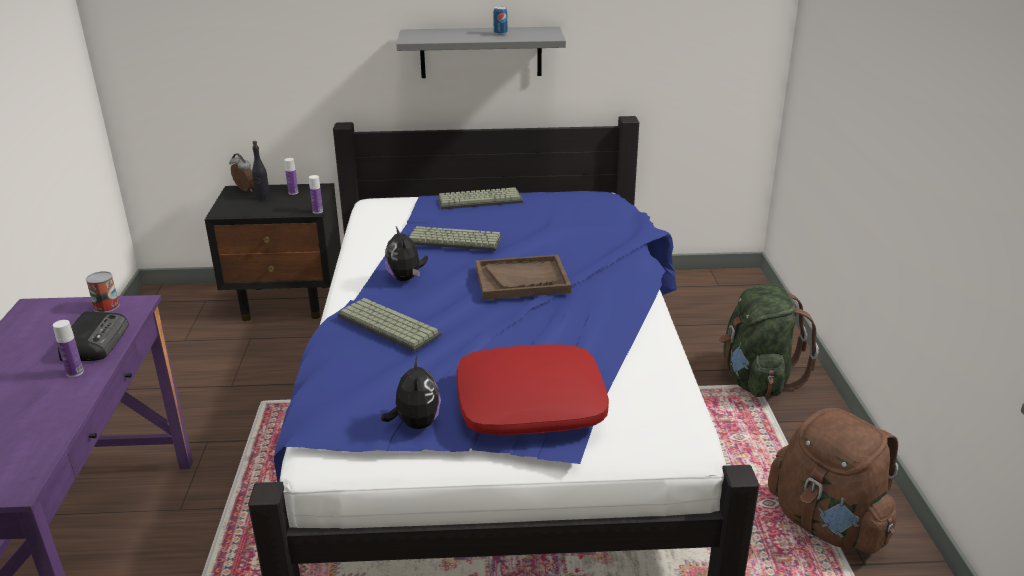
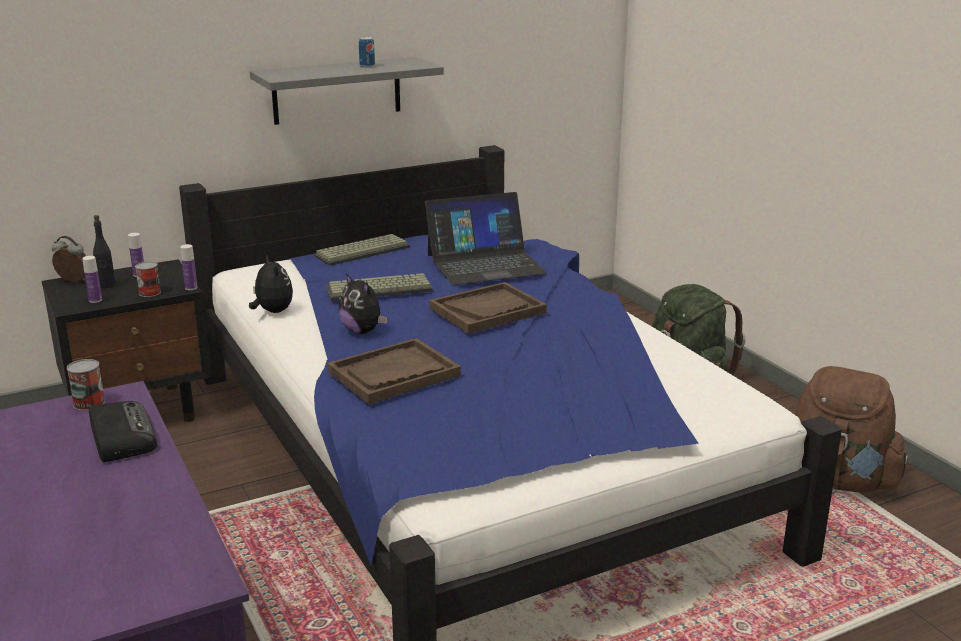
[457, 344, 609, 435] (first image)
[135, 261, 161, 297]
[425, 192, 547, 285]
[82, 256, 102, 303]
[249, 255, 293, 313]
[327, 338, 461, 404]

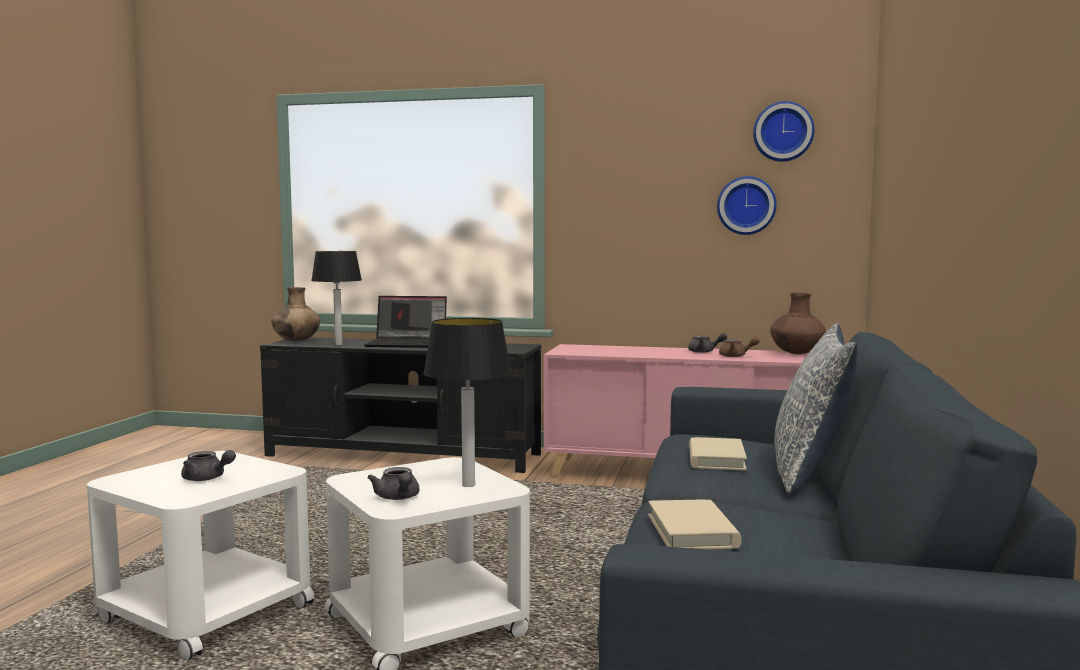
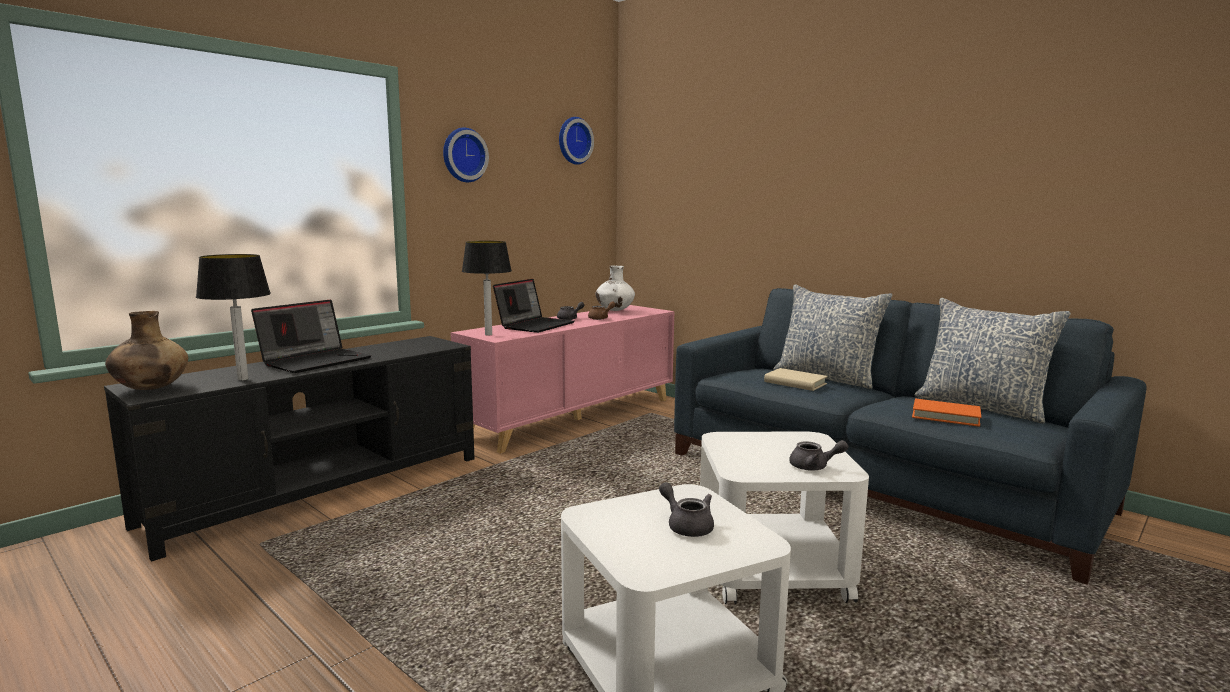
[493, 279, 575, 333]
[914, 298, 1071, 424]
[462, 241, 512, 335]
[443, 128, 489, 182]
[912, 399, 981, 427]
[595, 266, 635, 311]
[659, 482, 714, 537]

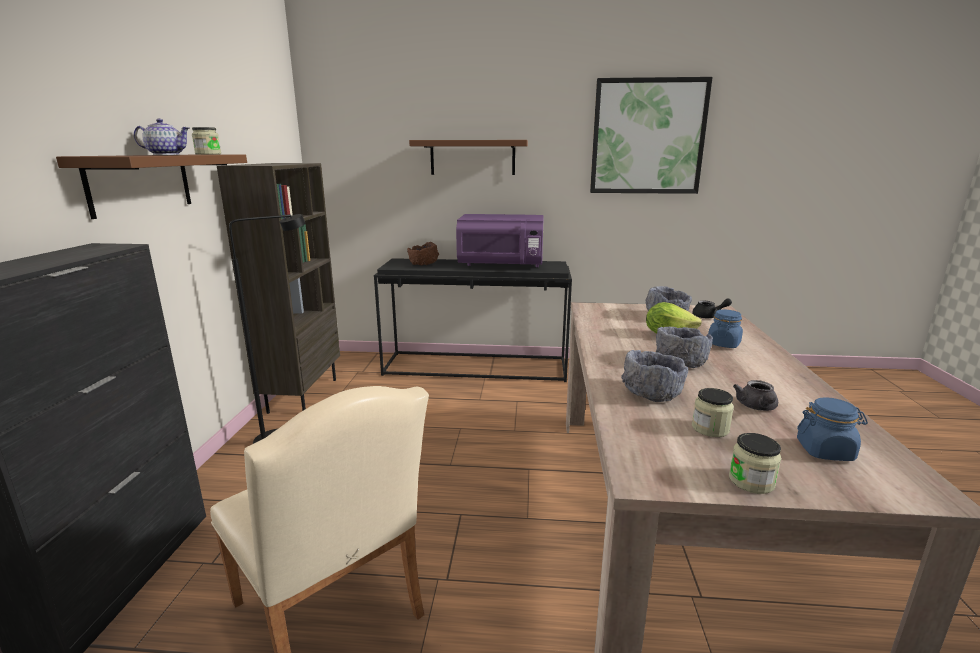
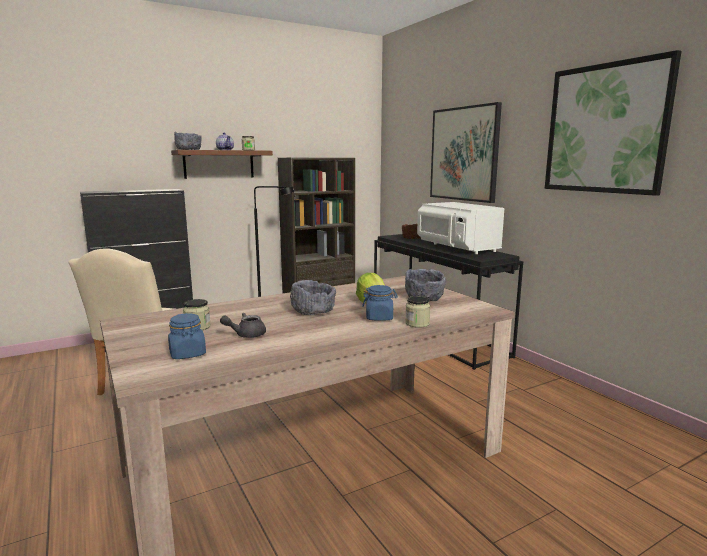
[692, 298, 732, 318] (first image)
[174, 131, 202, 150]
[405, 296, 431, 328]
[430, 102, 502, 203]
[417, 202, 504, 254]

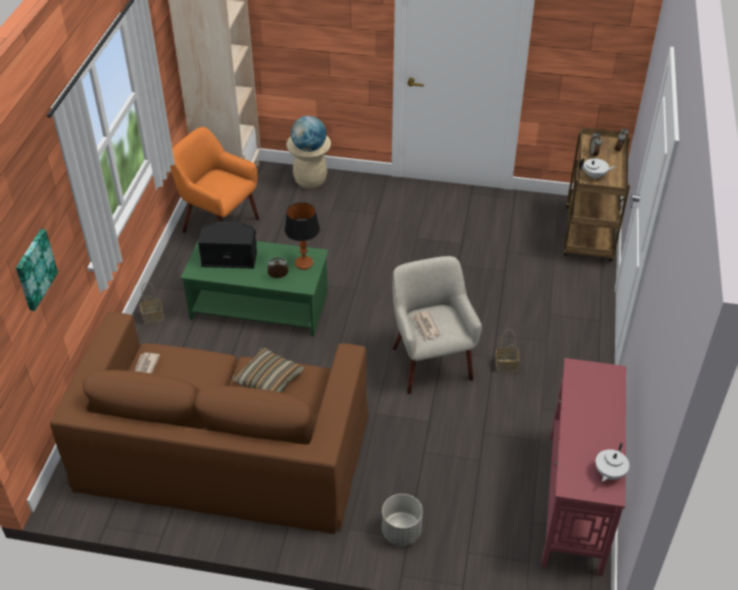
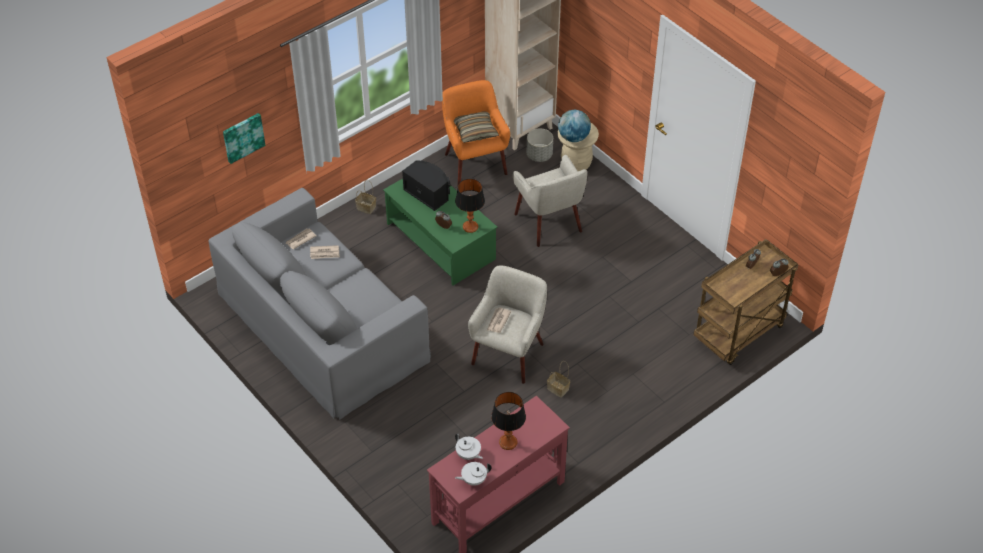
[310, 245, 340, 259]
[491, 392, 526, 450]
[513, 155, 587, 247]
[454, 111, 499, 143]
[527, 128, 553, 162]
[455, 434, 483, 460]
[208, 188, 431, 420]

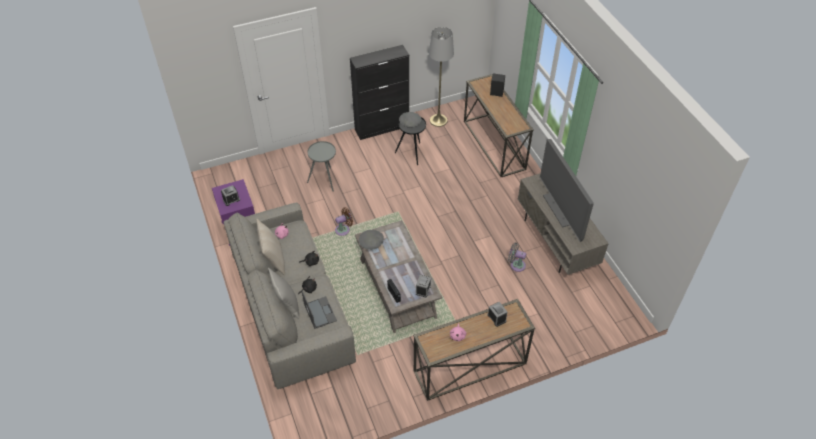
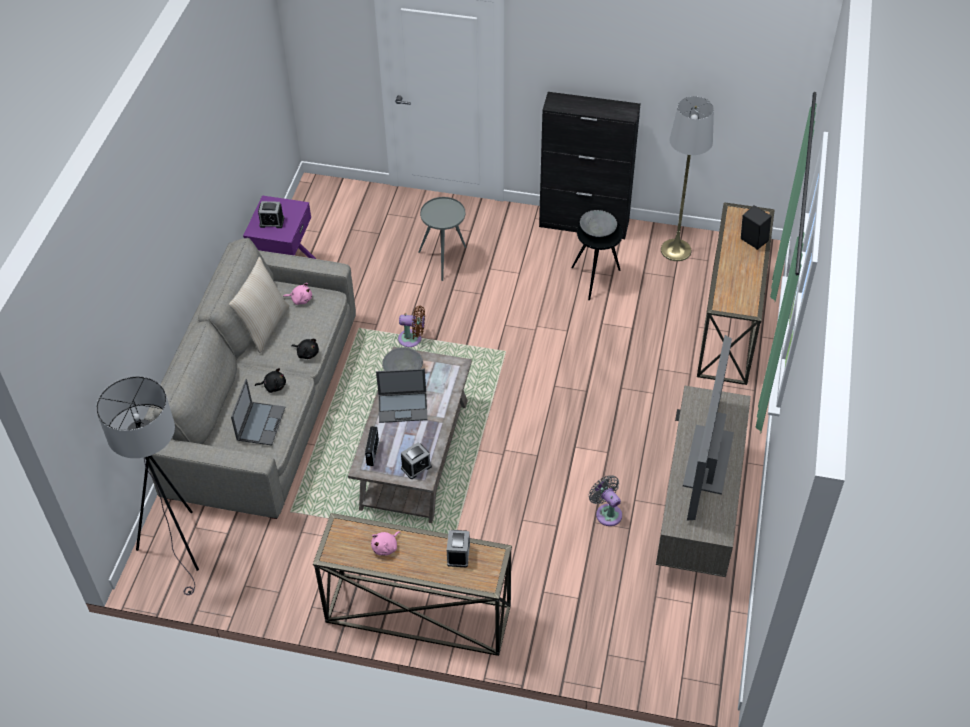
[268, 268, 299, 318] (first image)
[96, 376, 199, 595]
[376, 369, 428, 423]

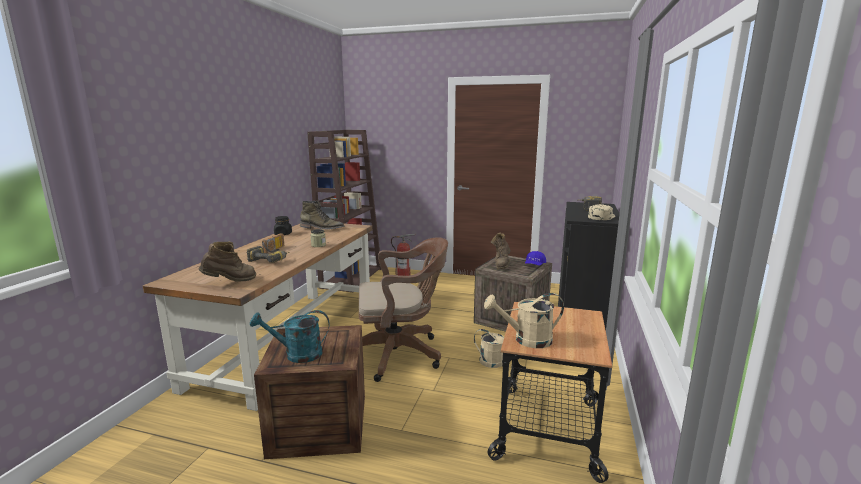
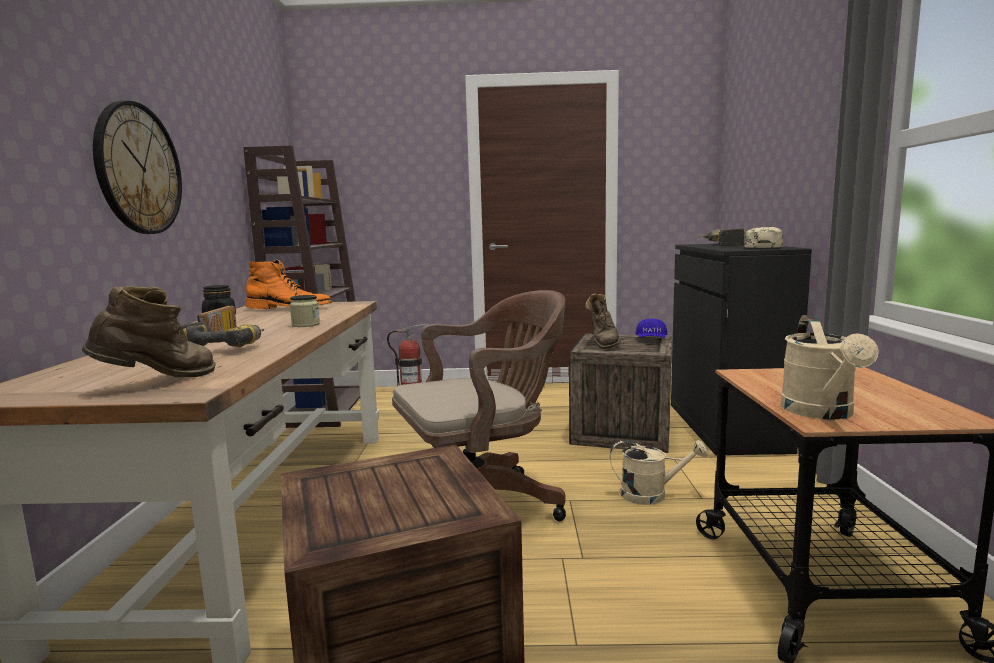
[250, 310, 330, 363] (first image)
[93, 101, 182, 234]
[246, 260, 332, 310]
[780, 315, 879, 419]

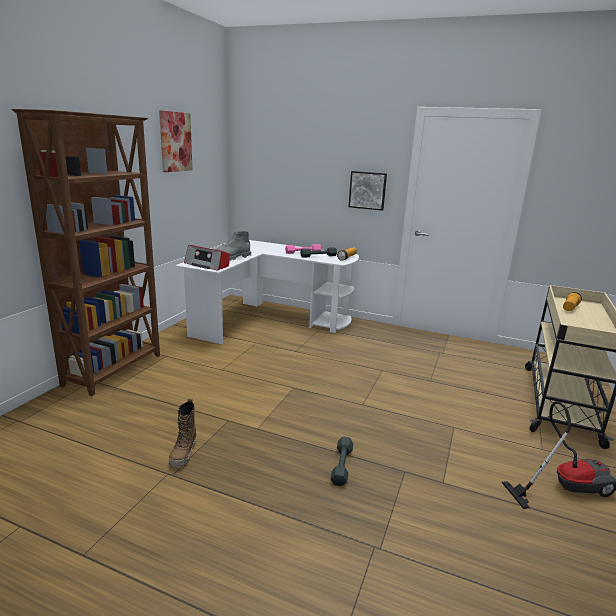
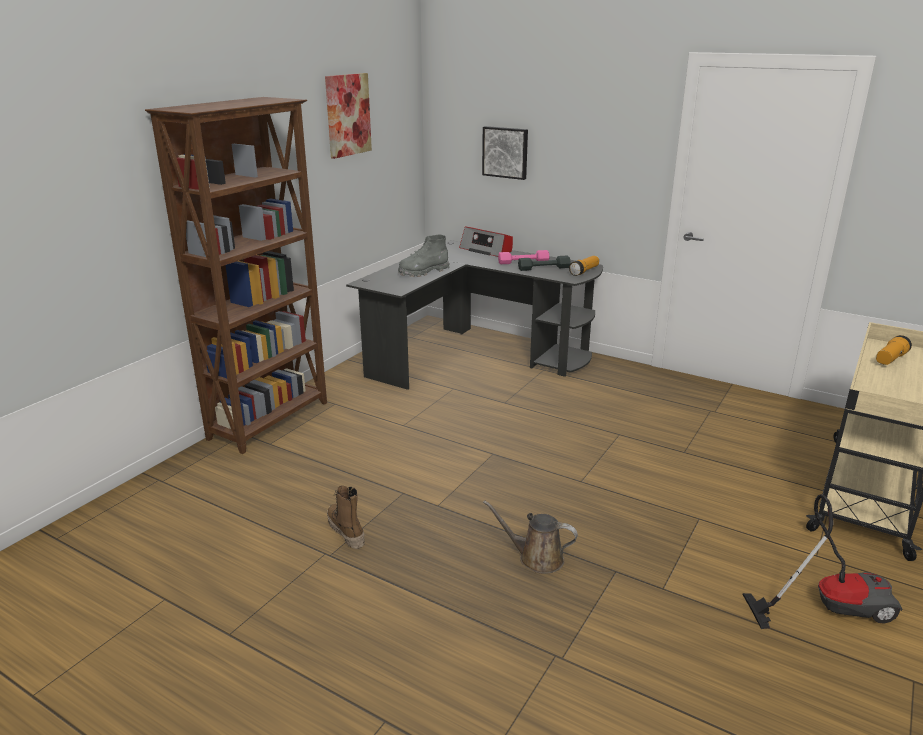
[459, 227, 513, 257]
[482, 126, 528, 180]
[483, 500, 578, 574]
[346, 240, 603, 390]
[327, 486, 365, 549]

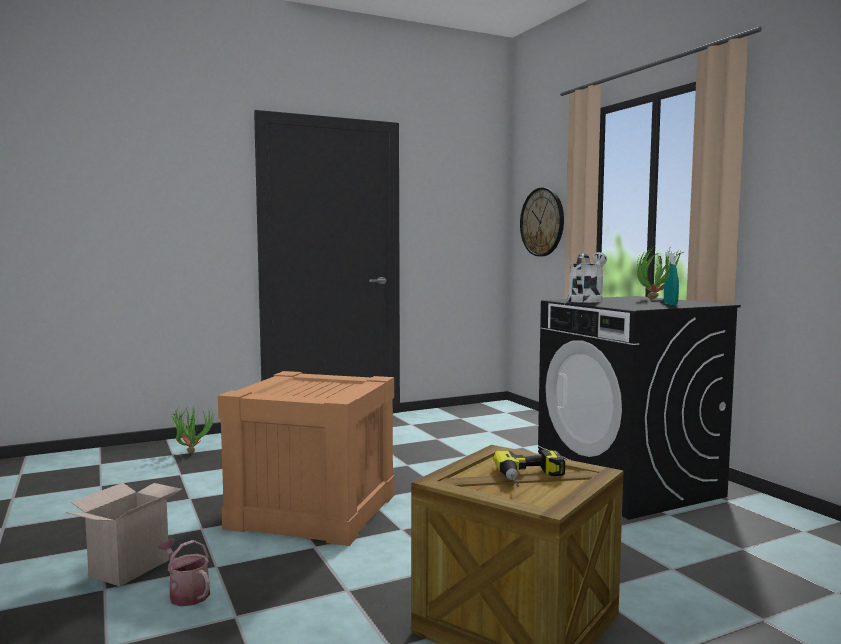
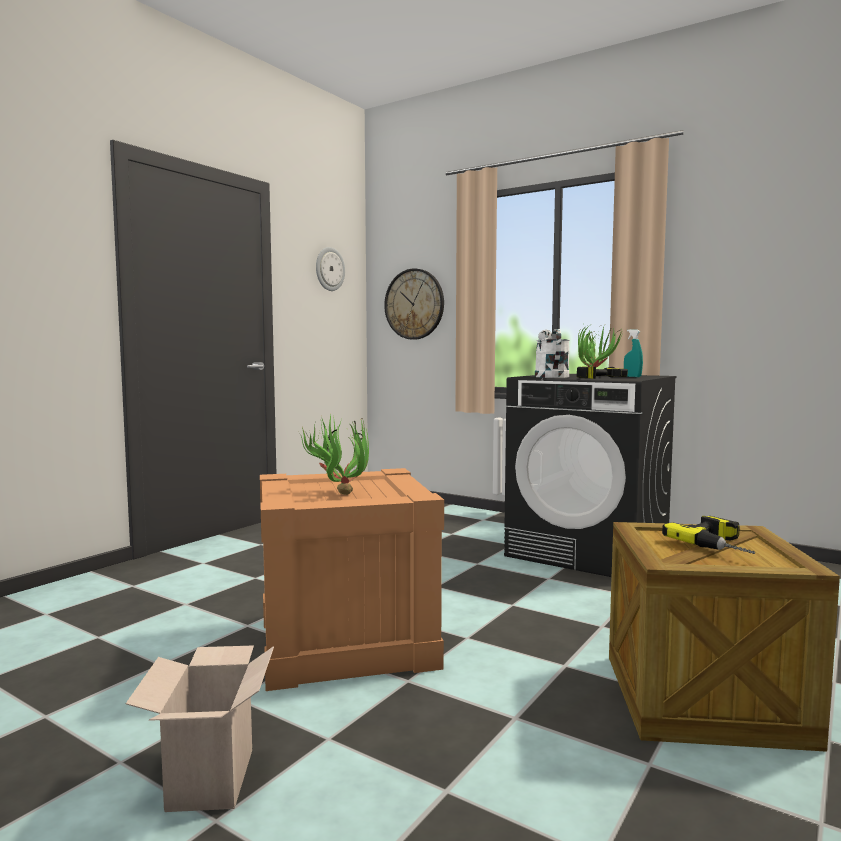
[158, 539, 210, 606] (first image)
[316, 247, 345, 291]
[577, 366, 628, 379]
[300, 413, 369, 495]

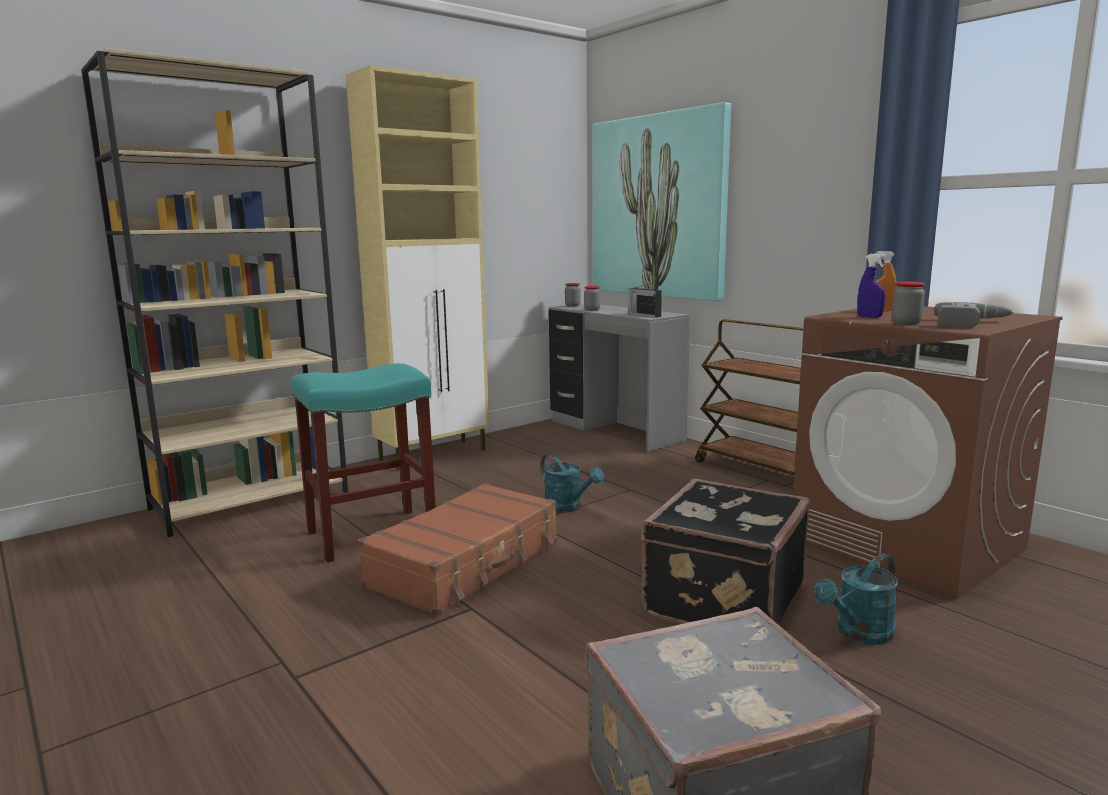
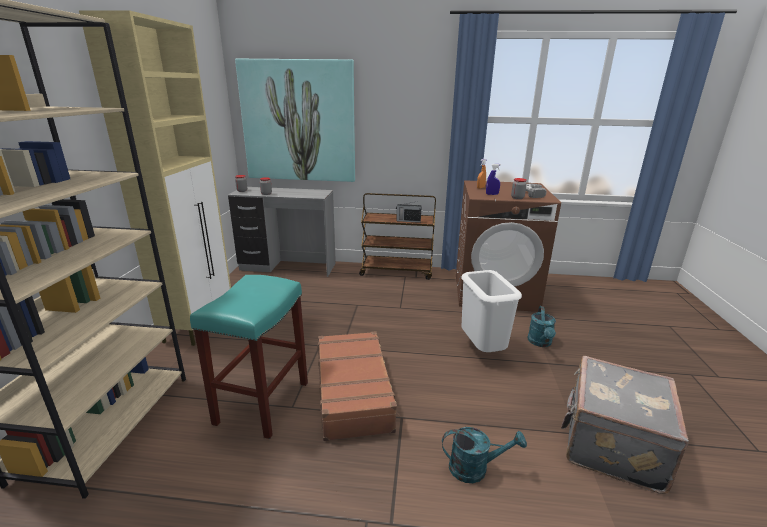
[442, 427, 527, 483]
[396, 202, 422, 223]
[461, 270, 522, 352]

